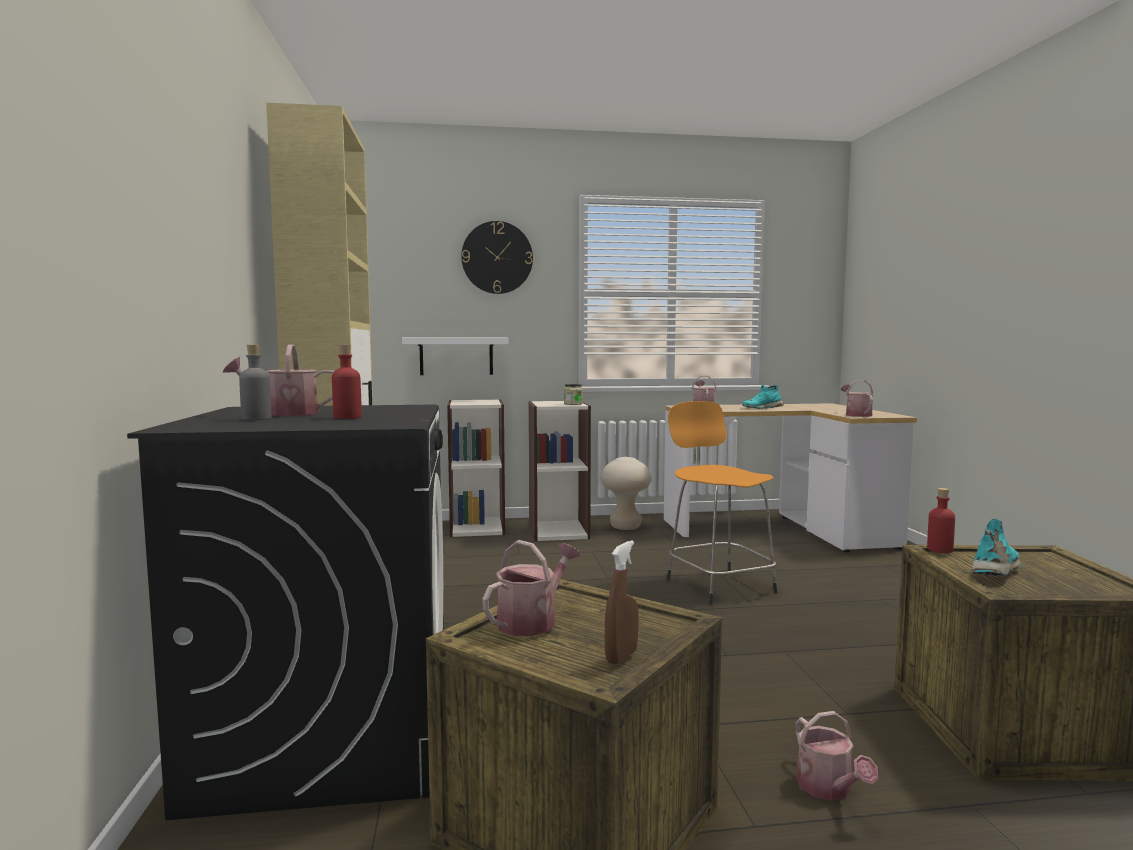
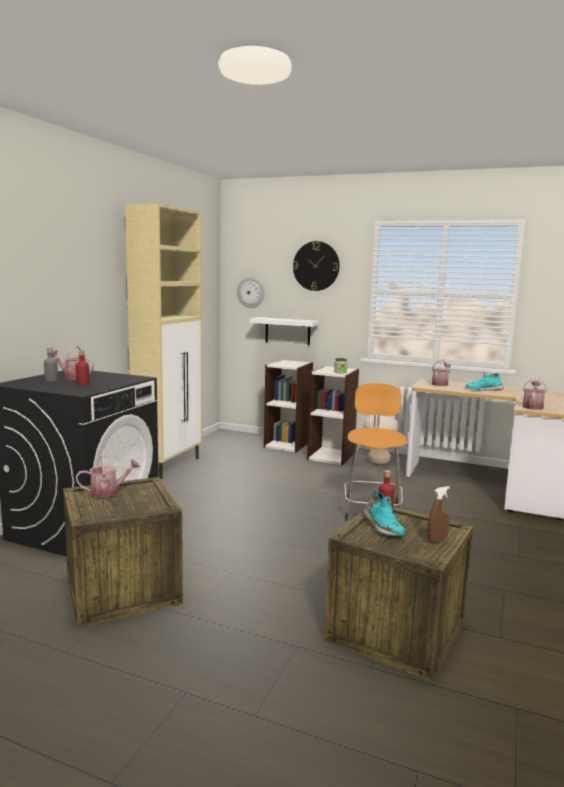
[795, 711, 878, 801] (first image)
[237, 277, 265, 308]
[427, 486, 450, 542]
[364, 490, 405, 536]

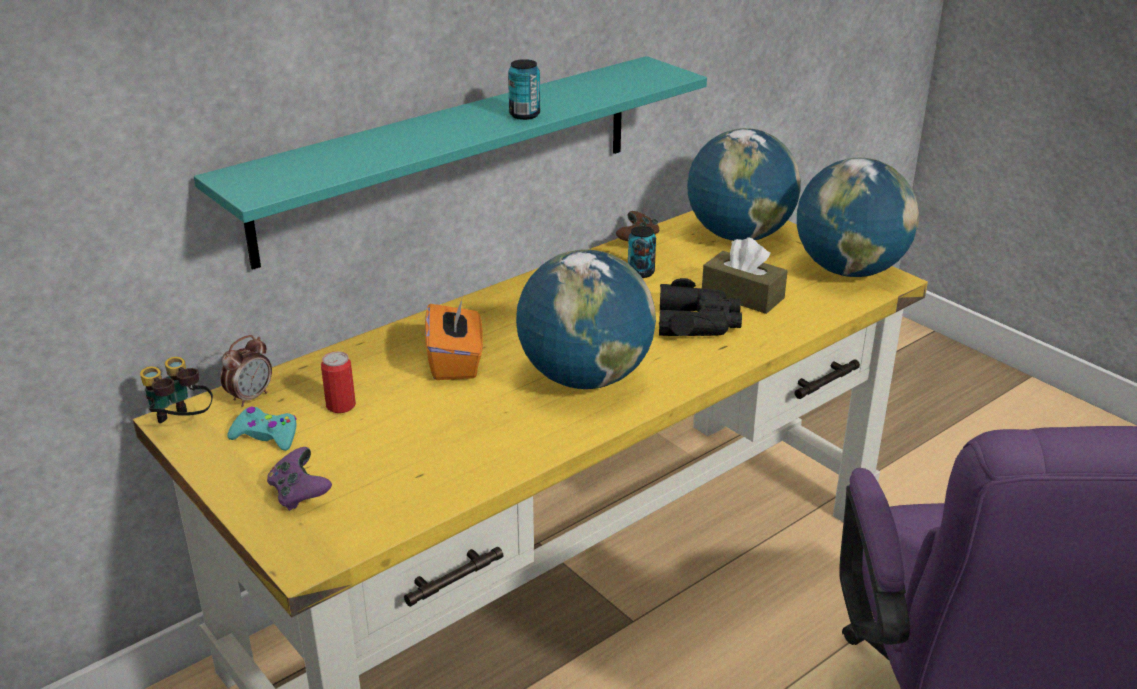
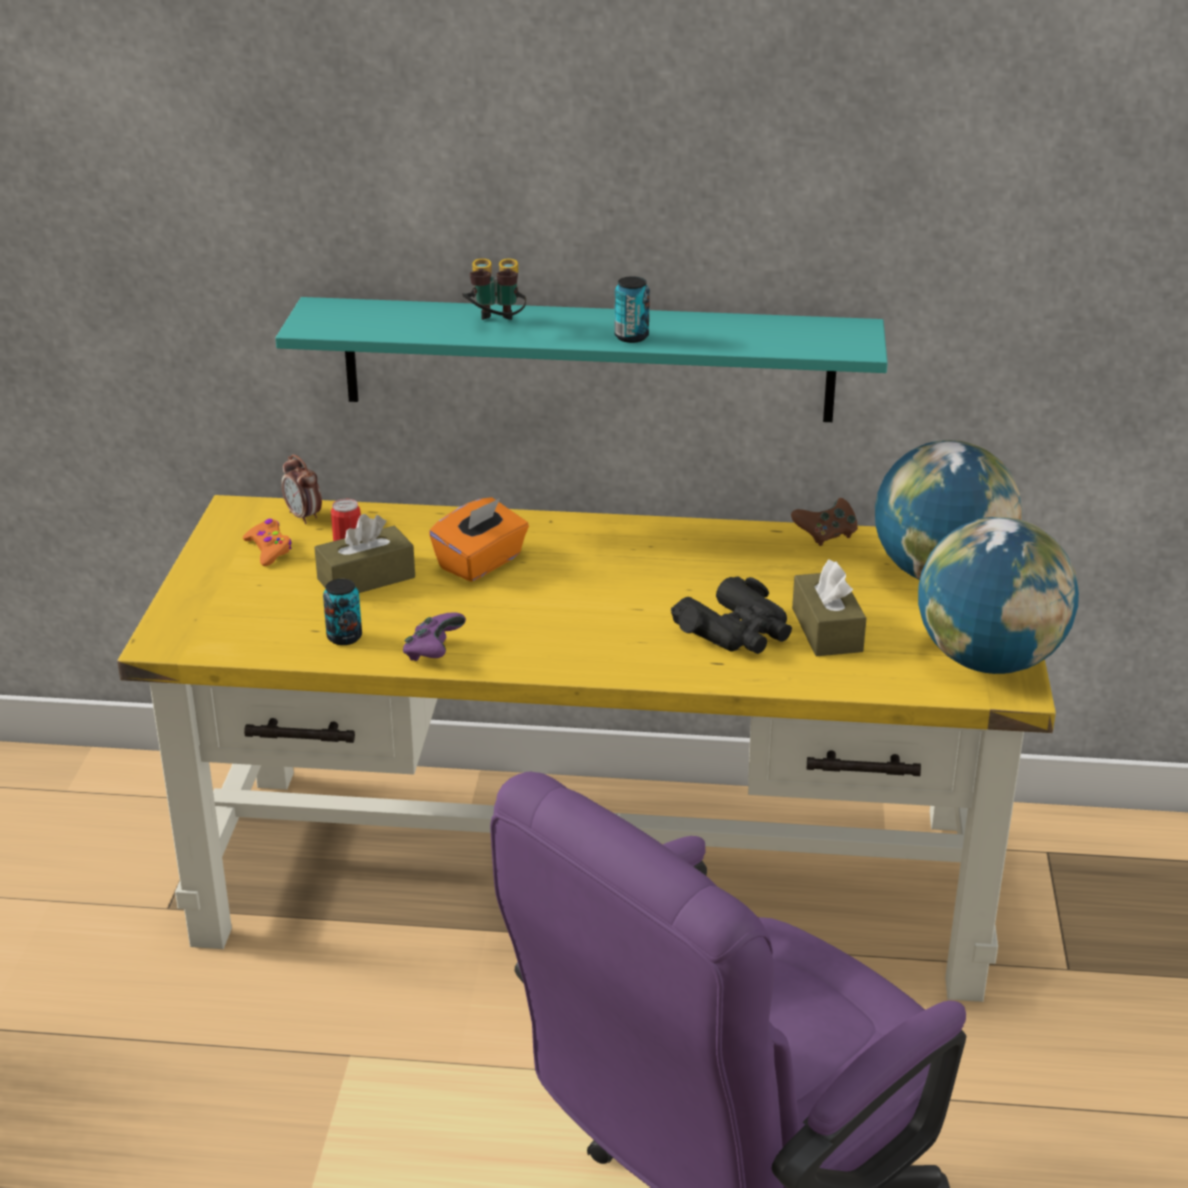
[516, 249, 656, 389] (first image)
[314, 514, 415, 593]
[462, 258, 526, 320]
[403, 612, 466, 661]
[323, 579, 362, 645]
[243, 519, 292, 566]
[281, 454, 322, 524]

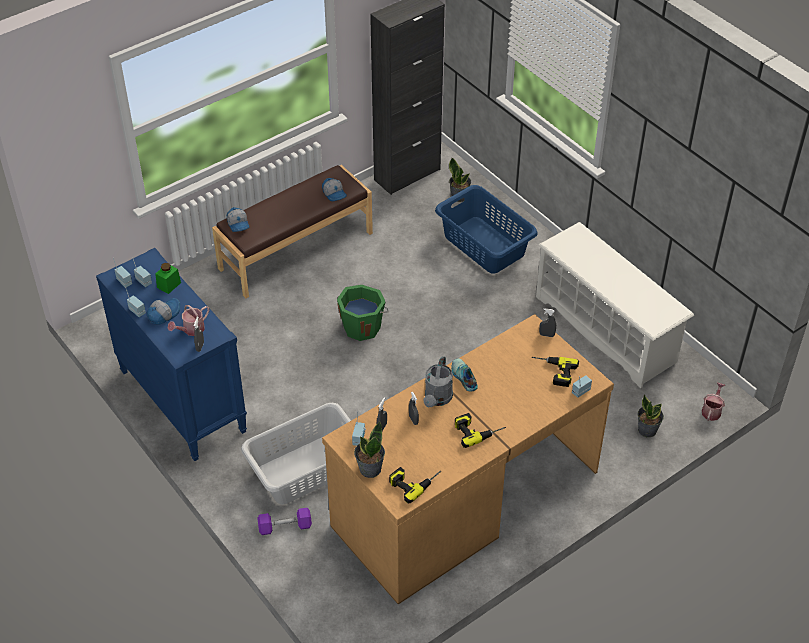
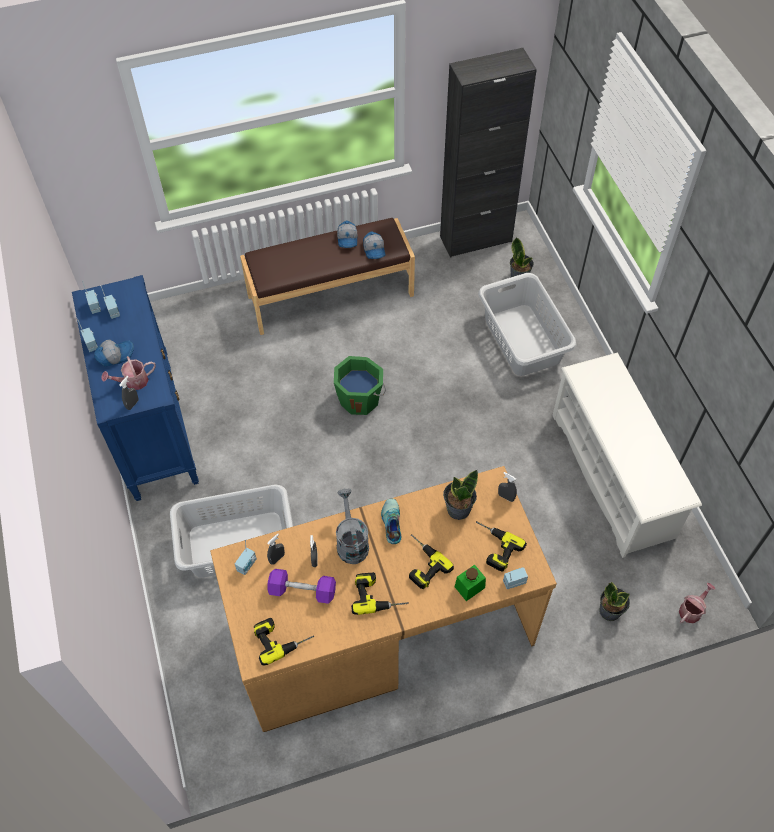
[409, 534, 454, 589]
[455, 565, 486, 601]
[337, 220, 357, 248]
[267, 569, 336, 604]
[443, 470, 478, 520]
[478, 273, 576, 376]
[336, 489, 369, 564]

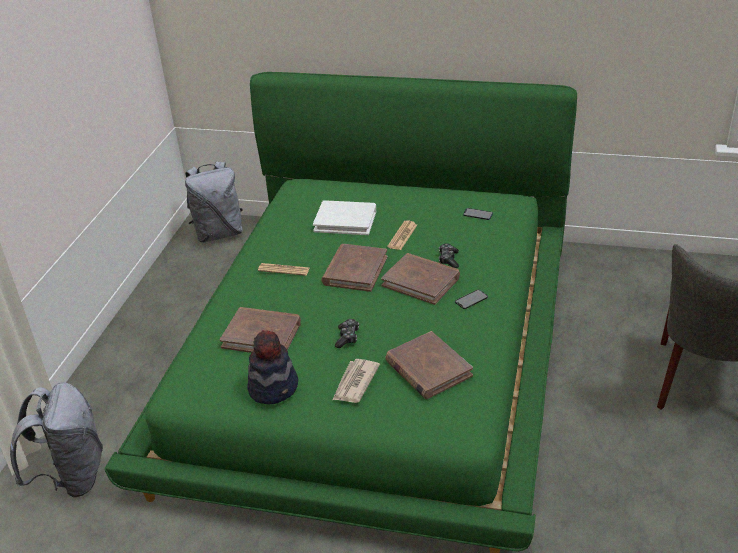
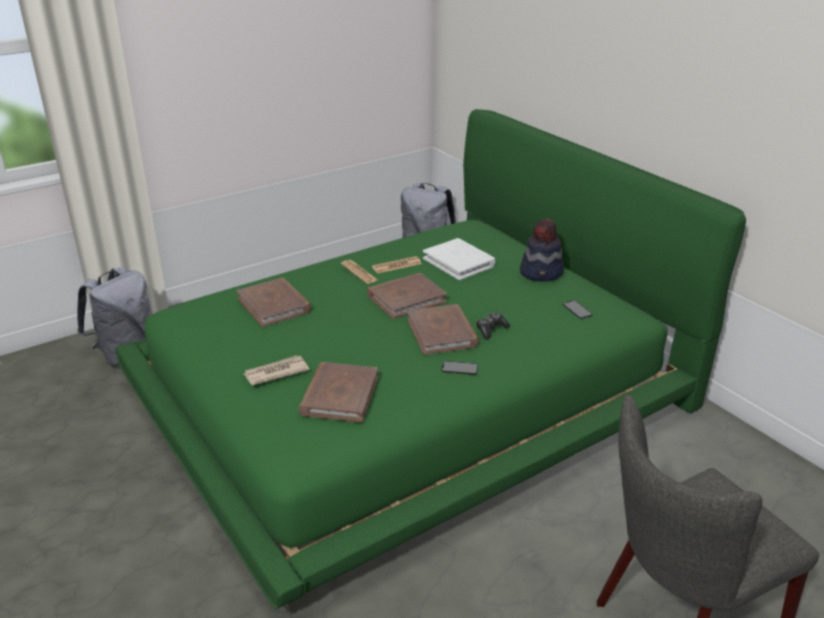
[335, 319, 359, 348] (first image)
[520, 218, 564, 282]
[372, 256, 422, 273]

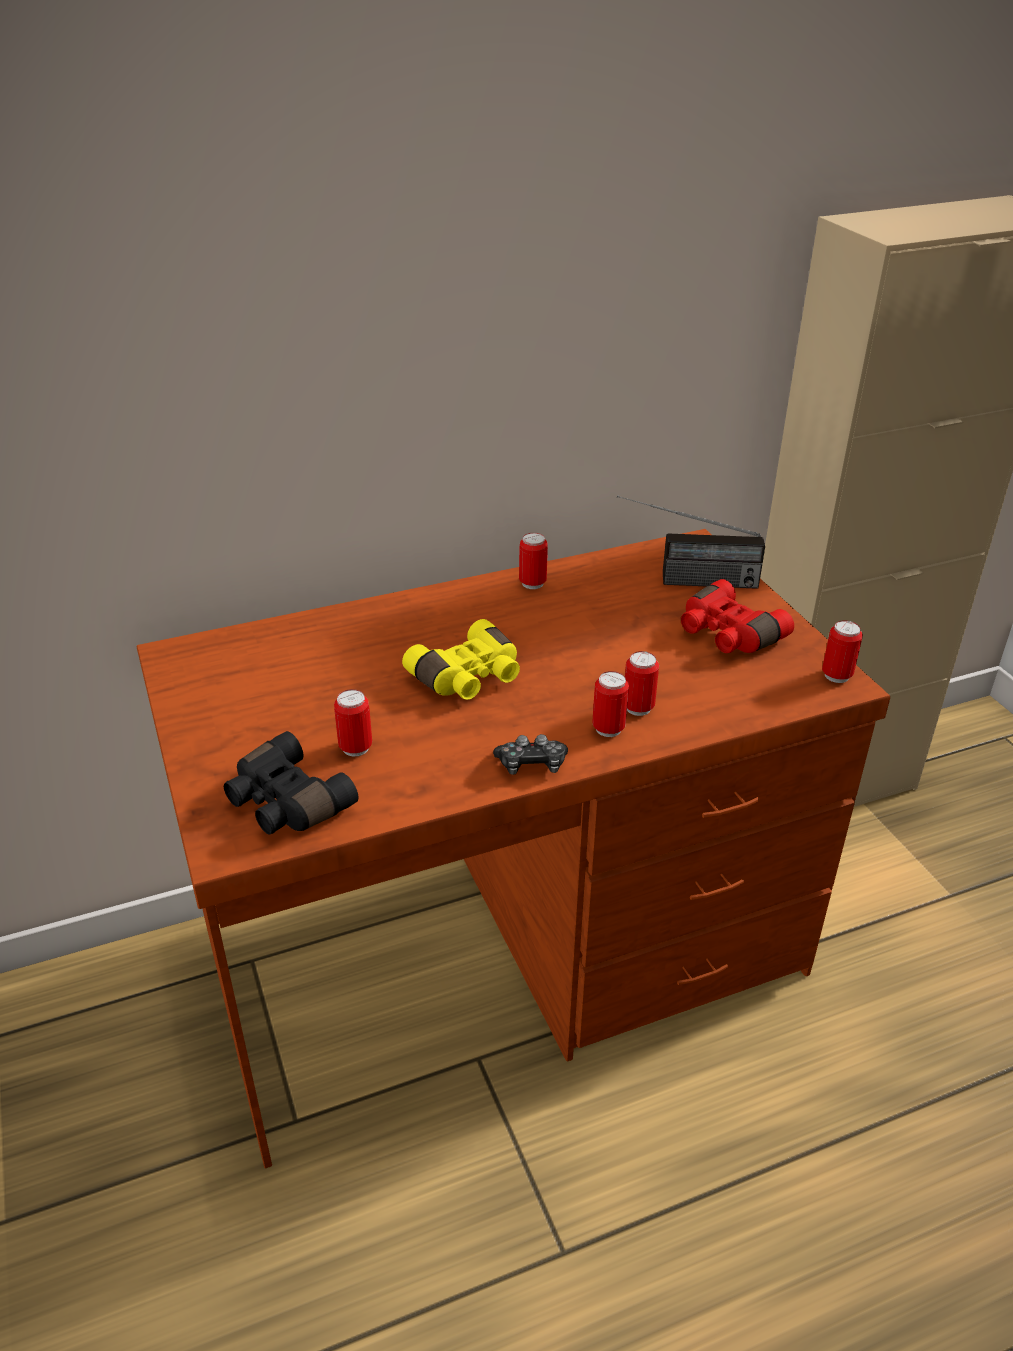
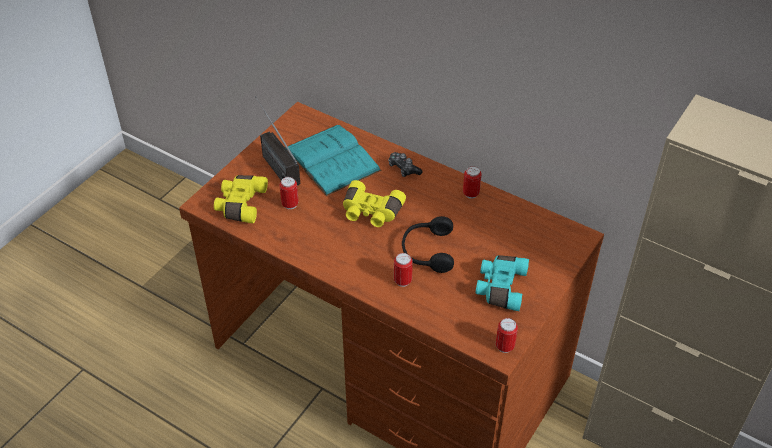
[592, 671, 629, 737] (first image)
[285, 125, 381, 196]
[402, 216, 454, 273]
[388, 152, 423, 177]
[255, 96, 300, 186]
[214, 175, 268, 223]
[475, 255, 529, 311]

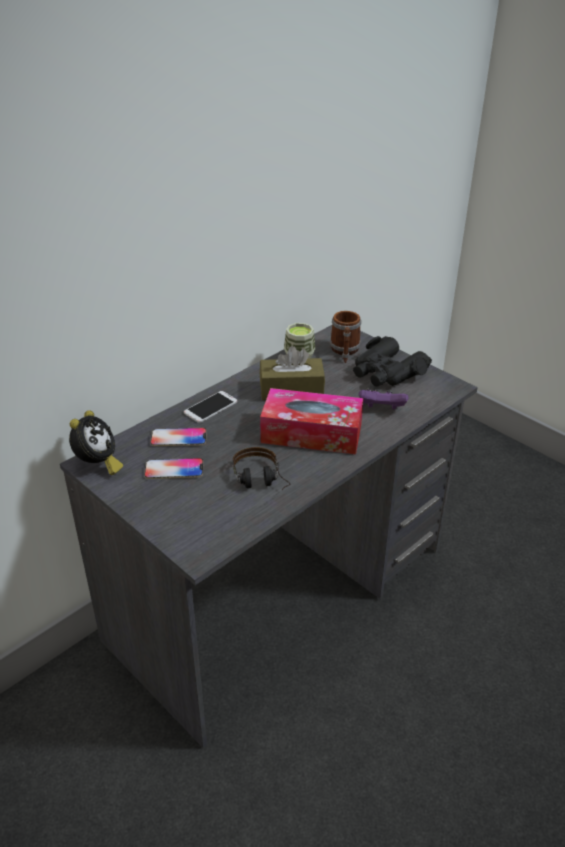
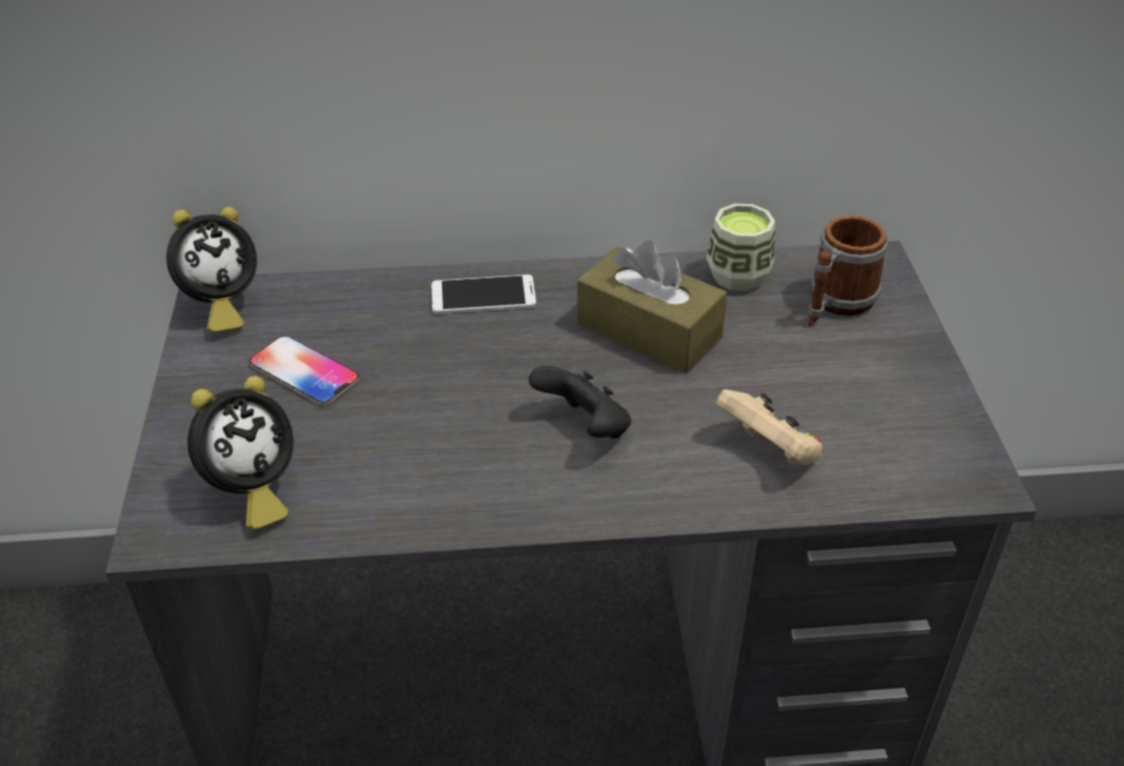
[150, 428, 207, 446] (first image)
[233, 447, 290, 490] (first image)
[353, 336, 432, 387] (first image)
[187, 376, 294, 530]
[529, 366, 631, 439]
[716, 389, 823, 466]

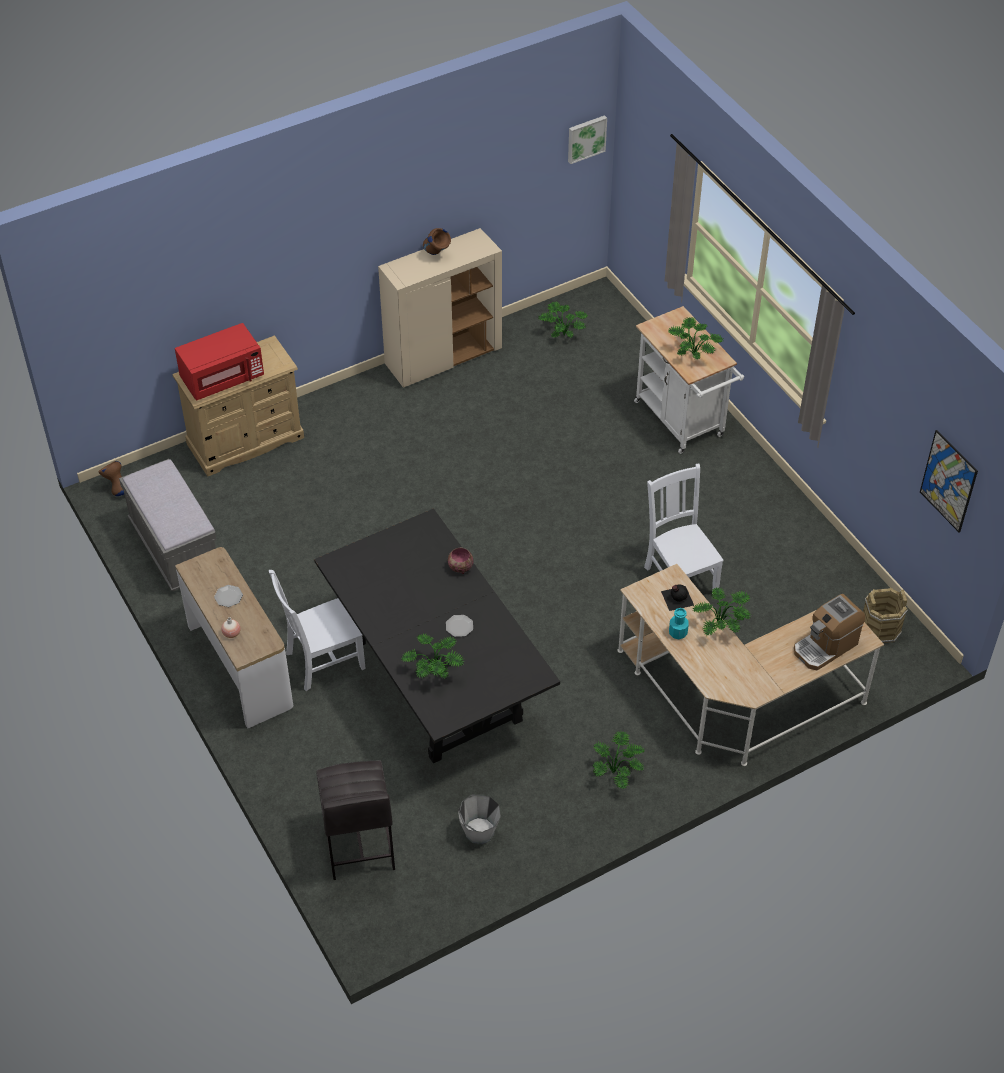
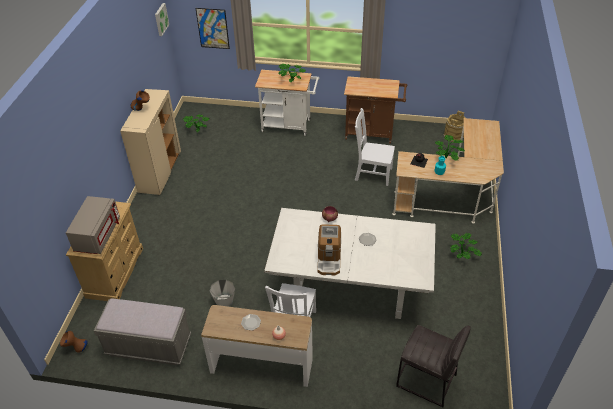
[401, 634, 465, 679] (first image)
[344, 76, 407, 144]
[209, 280, 235, 307]
[317, 224, 341, 276]
[195, 8, 230, 49]
[66, 196, 120, 254]
[264, 208, 436, 319]

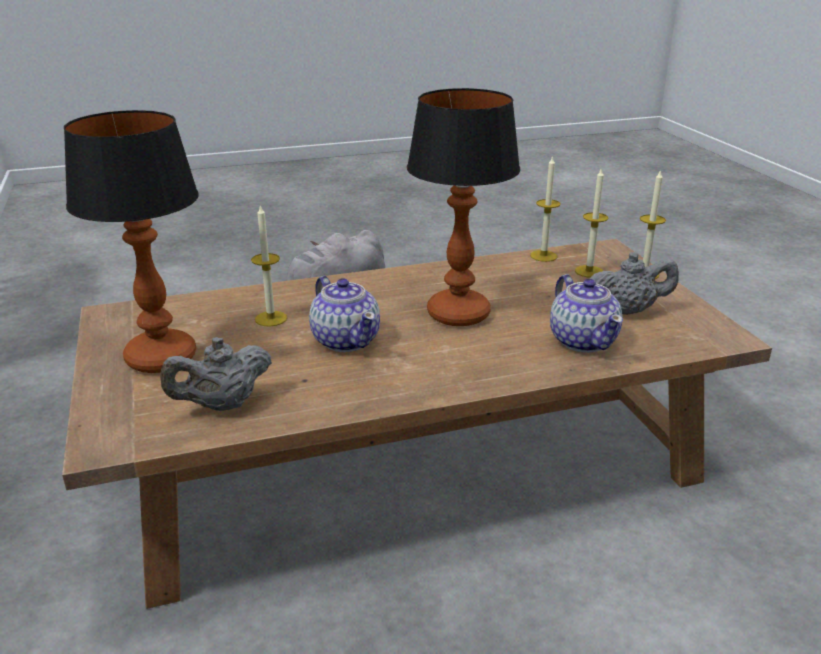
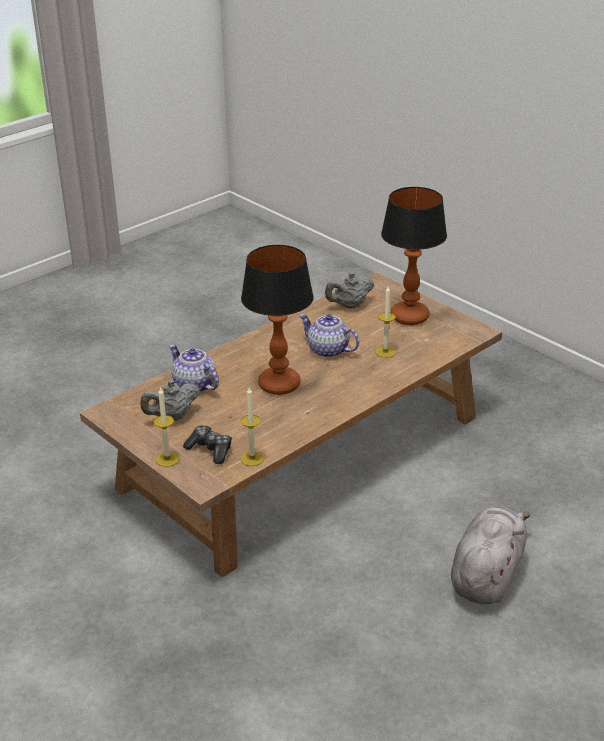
[183, 425, 232, 464]
[325, 272, 374, 309]

